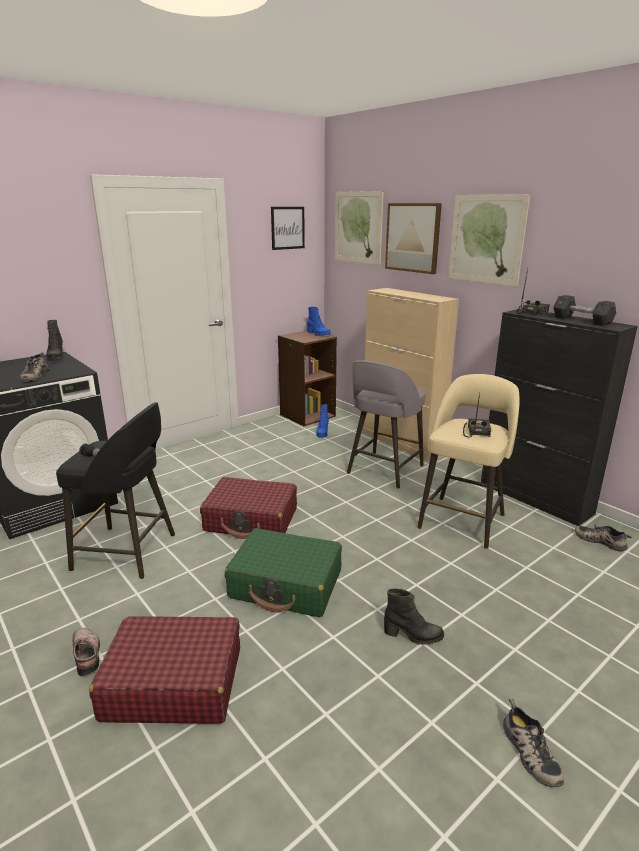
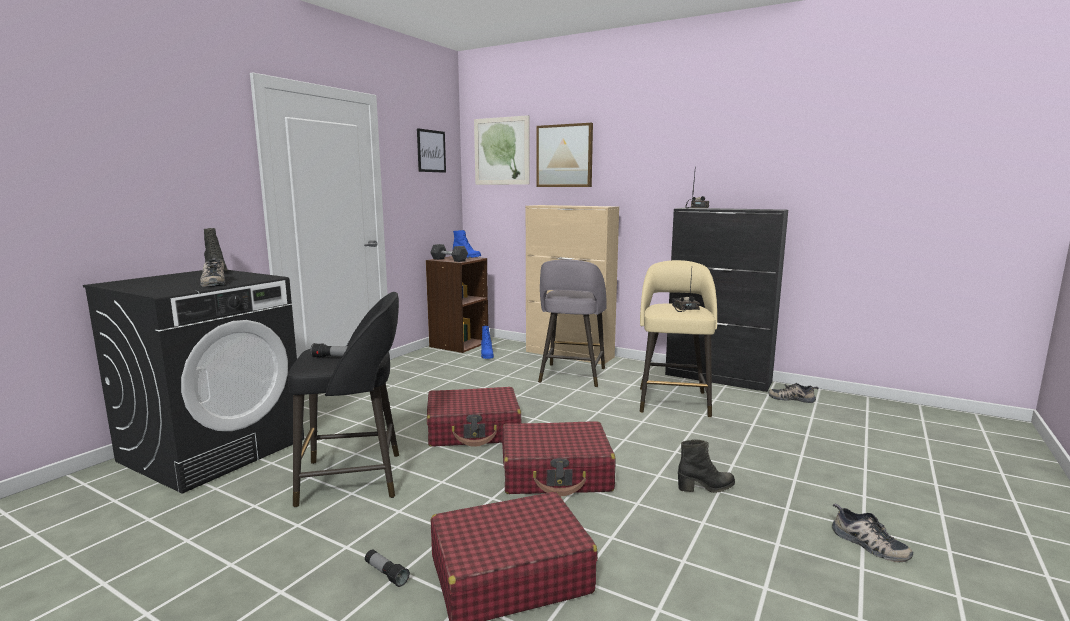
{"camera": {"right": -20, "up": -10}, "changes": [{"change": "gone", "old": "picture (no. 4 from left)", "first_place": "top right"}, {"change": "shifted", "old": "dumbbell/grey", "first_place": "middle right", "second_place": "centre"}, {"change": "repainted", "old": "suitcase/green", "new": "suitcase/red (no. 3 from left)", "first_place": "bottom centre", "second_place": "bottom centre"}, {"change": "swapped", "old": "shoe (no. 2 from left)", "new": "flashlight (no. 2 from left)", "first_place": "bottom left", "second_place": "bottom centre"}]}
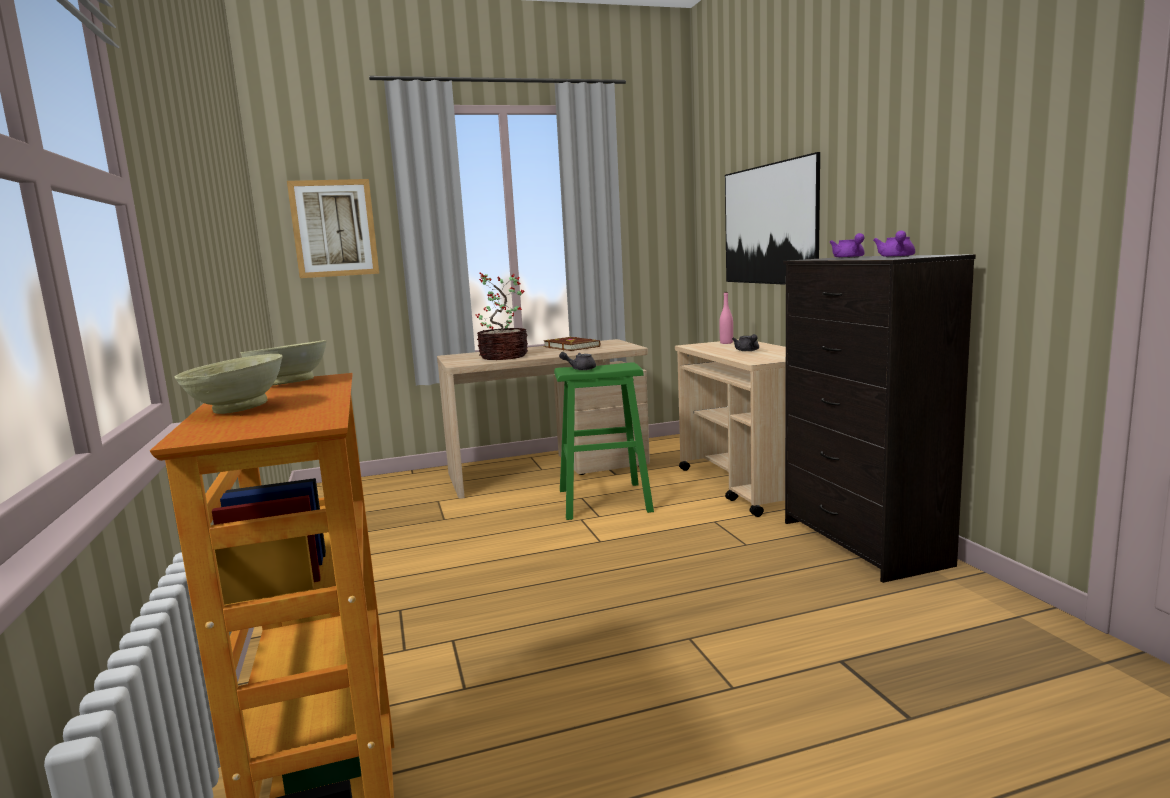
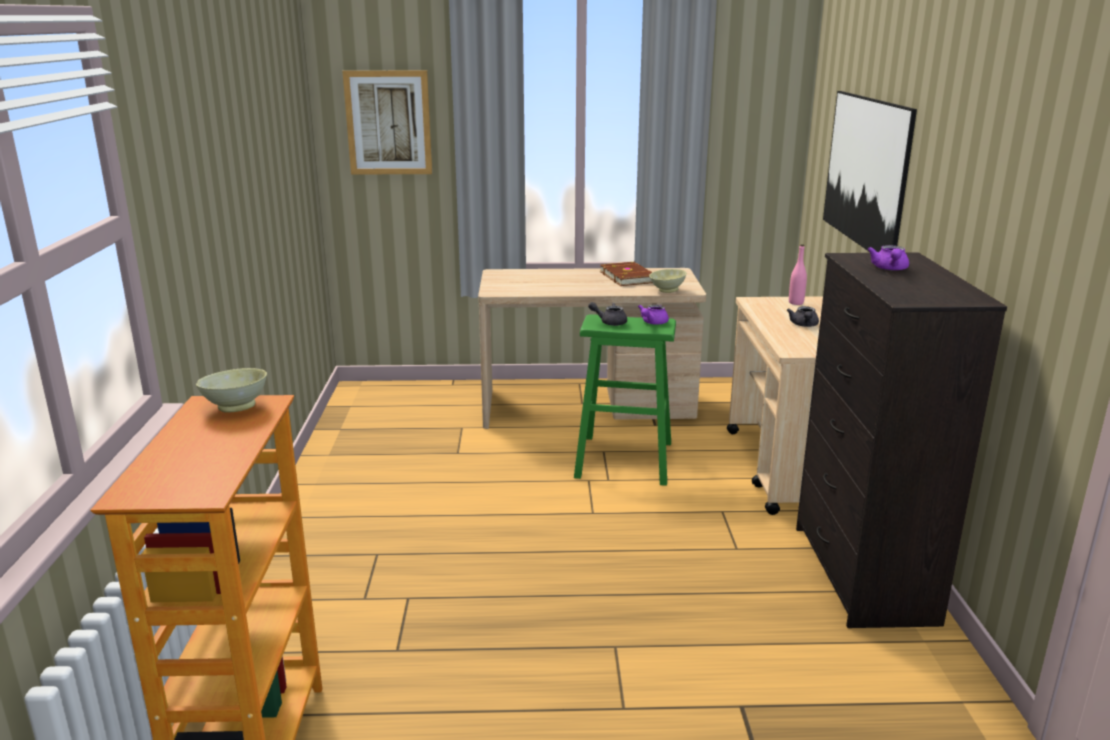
{"camera": {"right": 15, "up": 10}, "changes": [{"change": "shifted", "old": "teapot/purple (no. 2 from left in the first image)", "new": "teapot/purple (no. 1 from left)", "first_place": "top right", "second_place": "centre"}, {"change": "gone", "old": "potted plant", "first_place": "centre"}, {"change": "shifted", "old": "bowl/beige (no. 1 from left in the first image)", "new": "bowl/beige (no. 2 from left)", "first_place": "middle left", "second_place": "centre"}]}
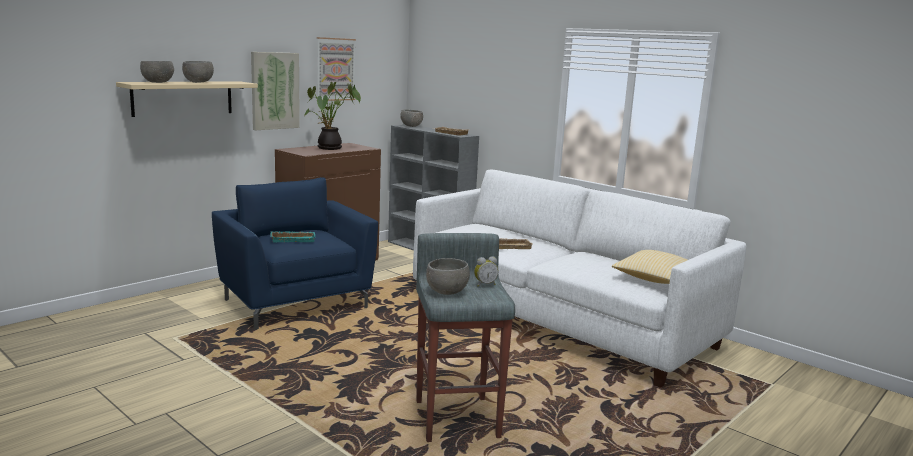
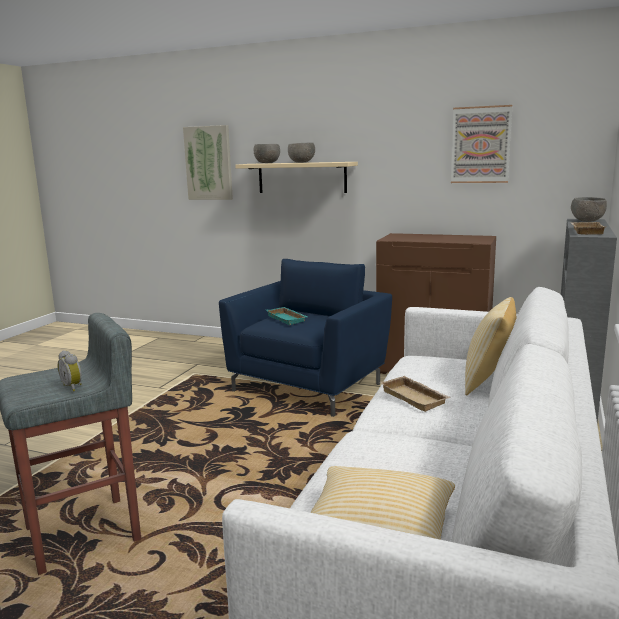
{"camera": {"right": 70, "up": 0}, "changes": [{"change": "shifted", "old": "picture (no. 1 from left)", "first_place": "top left", "second_place": "top centre"}, {"change": "gone", "old": "potted plant", "first_place": "top centre"}, {"change": "gone", "old": "bowl/grey (no. 4 from left)", "first_place": "centre"}, {"change": "new", "new": "pillow (no. 2 from left)", "second_place": "middle right"}]}
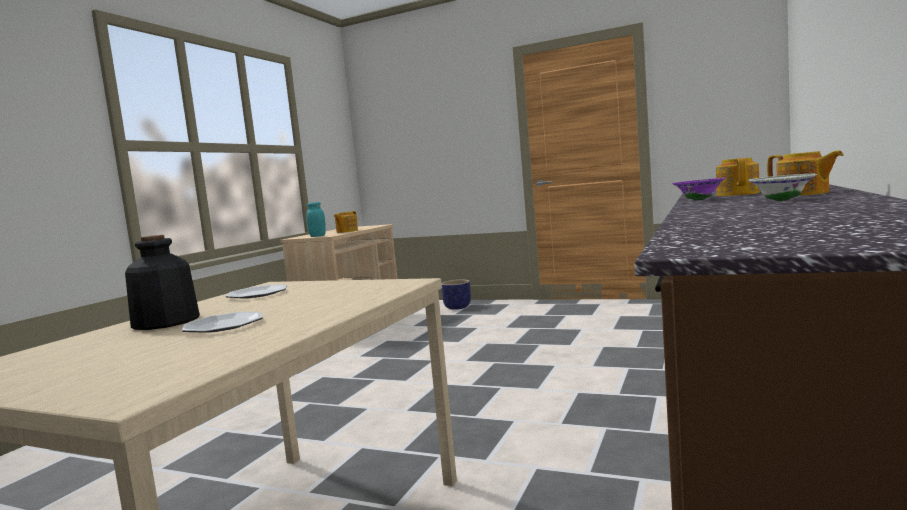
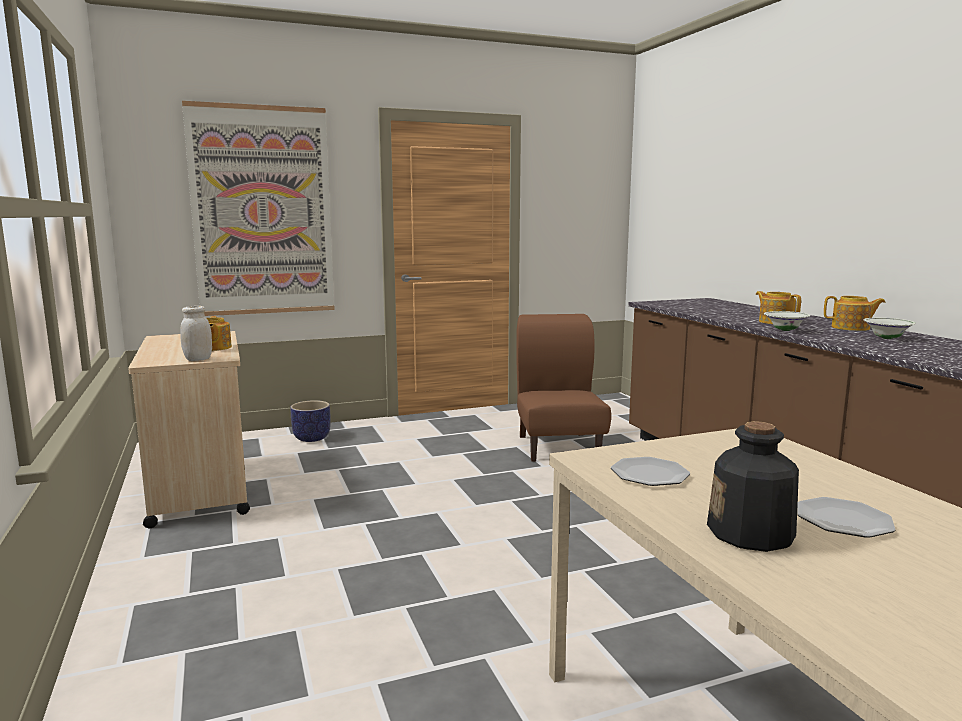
{"camera": {"right": -45, "up": 5}, "changes": [{"change": "repainted", "old": "bowl/purple", "new": "bowl/white (no. 1 from left)", "first_place": "middle right", "second_place": "middle right"}, {"change": "repainted", "old": "jar/turquoise", "new": "jar/white", "first_place": "centre", "second_place": "middle left"}, {"change": "new", "new": "picture", "second_place": "top left"}, {"change": "new", "new": "chair/brown", "second_place": "centre"}]}
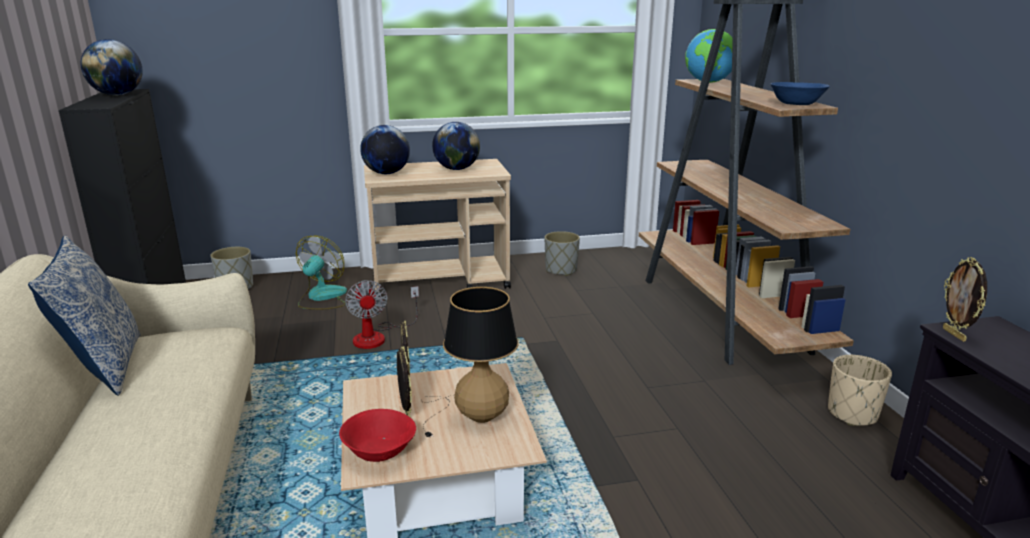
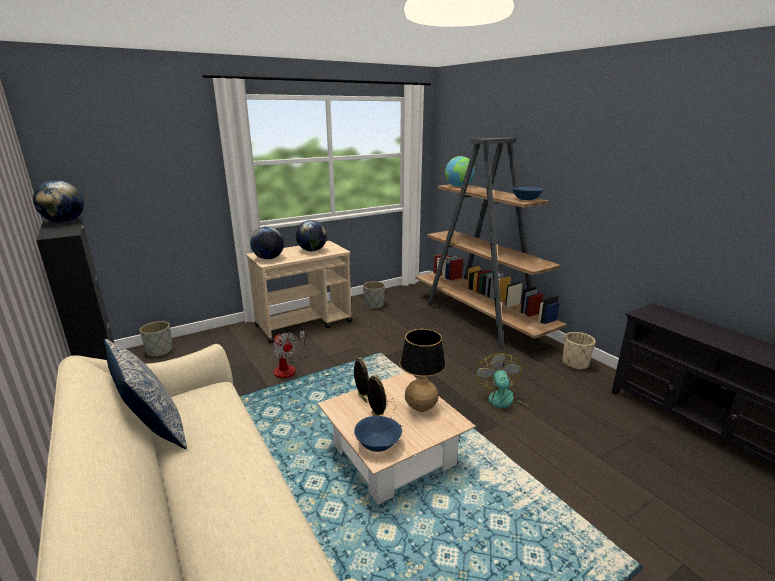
{"camera": {"right": -20, "up": 0}, "changes": [{"change": "shifted", "old": "fan (no. 1 from left in the first image)", "new": "fan (no. 2 from left)", "first_place": "middle left", "second_place": "centre"}, {"change": "gone", "old": "picture frame (no. 3 from left)", "first_place": "middle right"}, {"change": "repainted", "old": "bowl/red", "new": "bowl/blue (no. 1 from left)", "first_place": "bottom centre", "second_place": "bottom centre"}]}
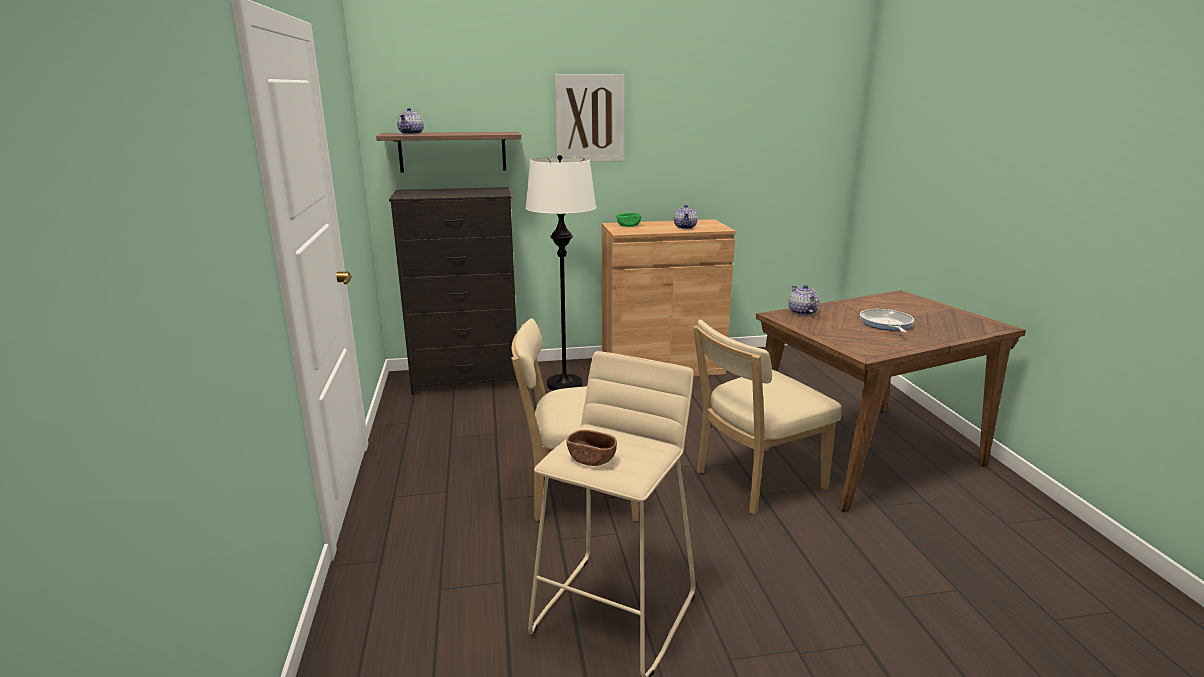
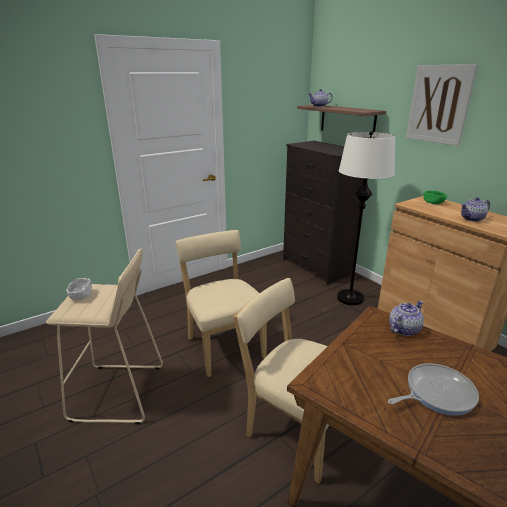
{"camera": {"right": 65, "up": 5}, "changes": [{"change": "repainted", "old": "bowl/brown", "new": "bowl/white", "first_place": "centre", "second_place": "middle left"}]}
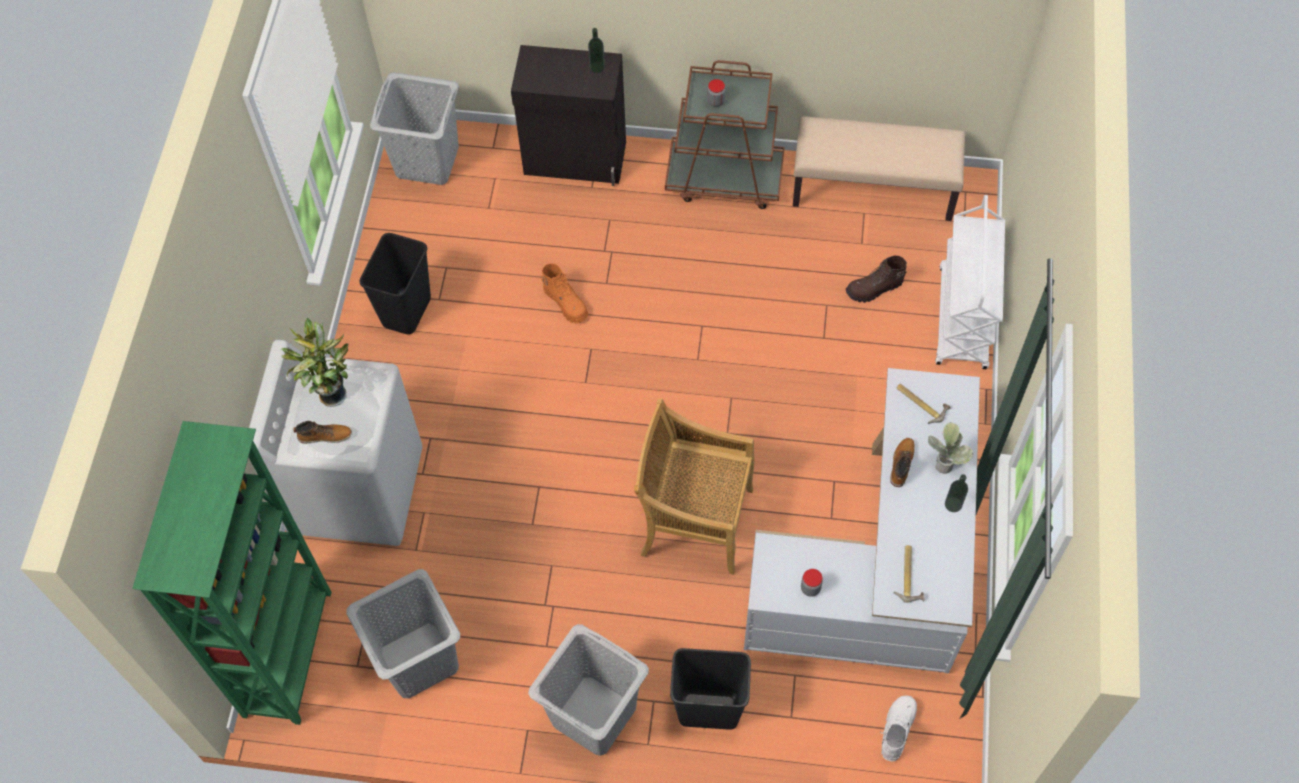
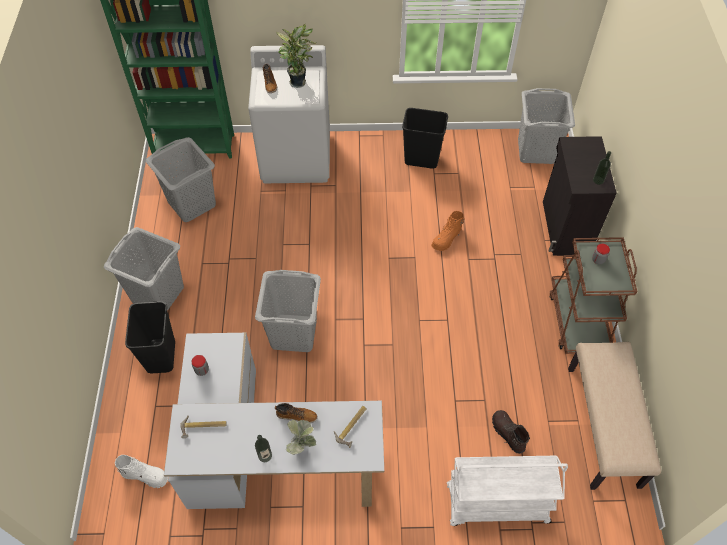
{"camera": {"right": 80, "up": -5}, "changes": [{"change": "swapped", "old": "chair/beige", "new": "laundry basket/grey (no. 3 from left)", "first_place": "centre", "second_place": "centre"}]}
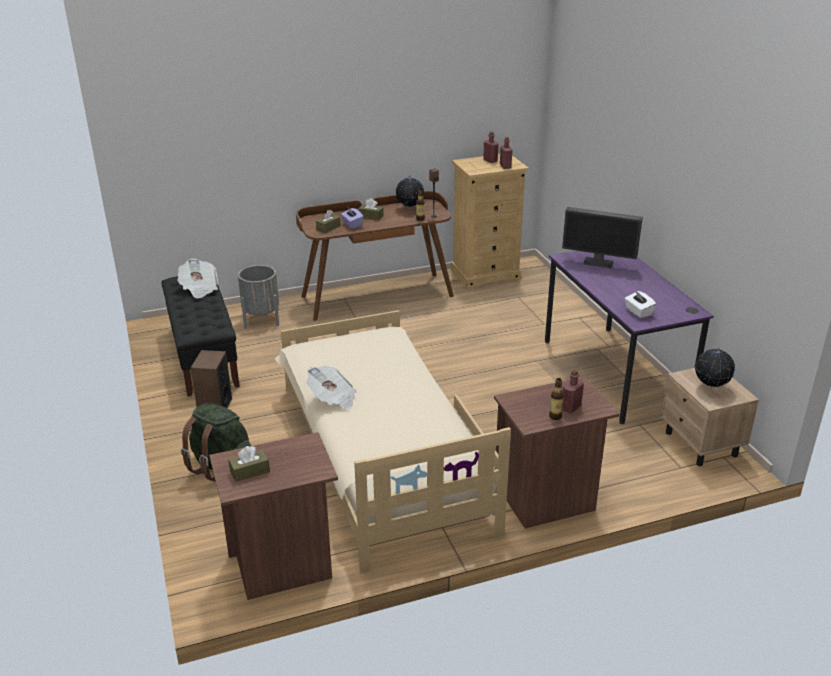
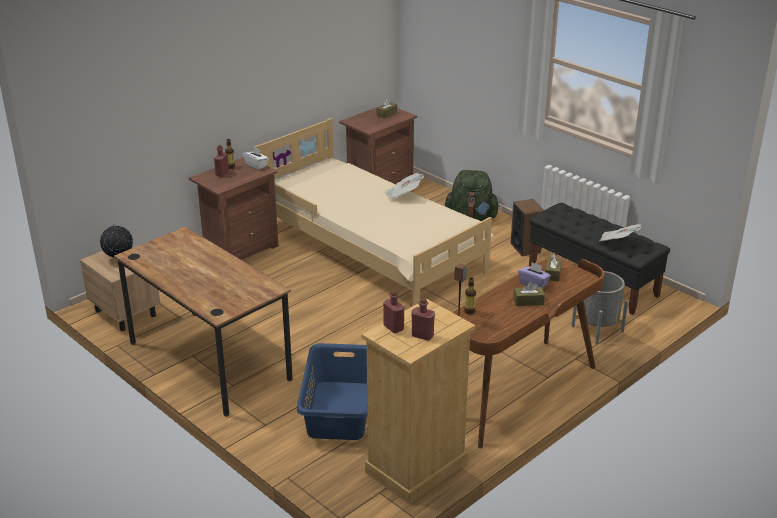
{"camera": {"right": 155, "up": 0}, "changes": [{"change": "gone", "old": "globe (no. 1 from left)", "first_place": "top centre"}, {"change": "gone", "old": "monitor", "first_place": "middle right"}, {"change": "repainted", "old": "desk/purple", "new": "desk/brown (no. 1 from left)", "first_place": "middle right", "second_place": "middle left"}, {"change": "shifted", "old": "tissue box/white", "first_place": "middle right", "second_place": "top left"}, {"change": "new", "new": "laundry basket/blue", "second_place": "bottom centre"}]}
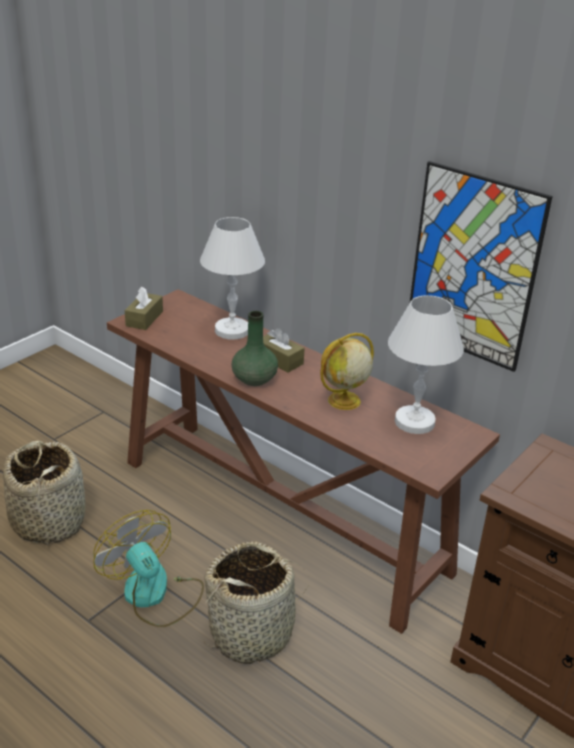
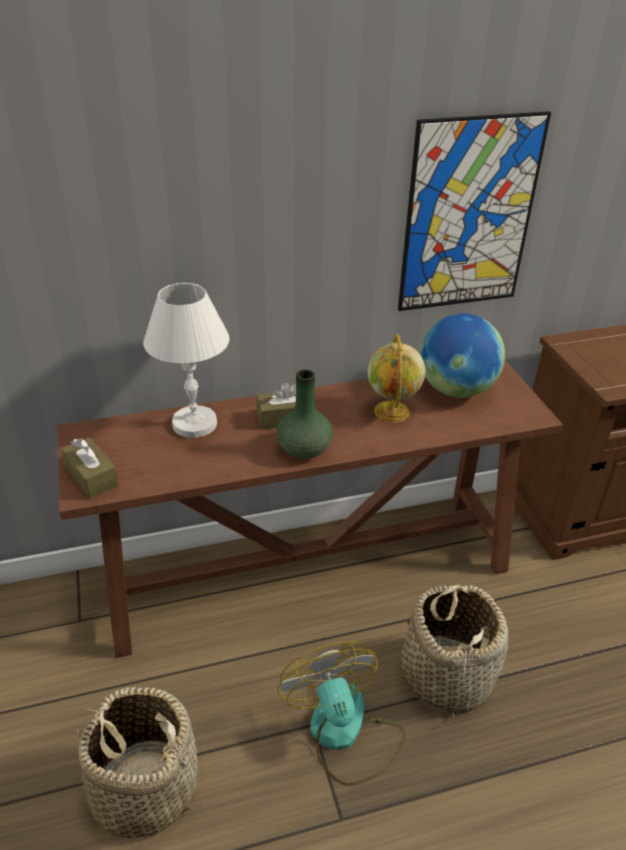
{"camera": {"right": -55, "up": 5}, "changes": [{"change": "swapped", "old": "table lamp/white (no. 2 from left)", "new": "globe (no. 2 from left)", "first_place": "middle right", "second_place": "middle right"}, {"change": "rotated", "old": "fan", "first_place": "bottom left", "second_place": "bottom centre", "degrees": 75}]}
